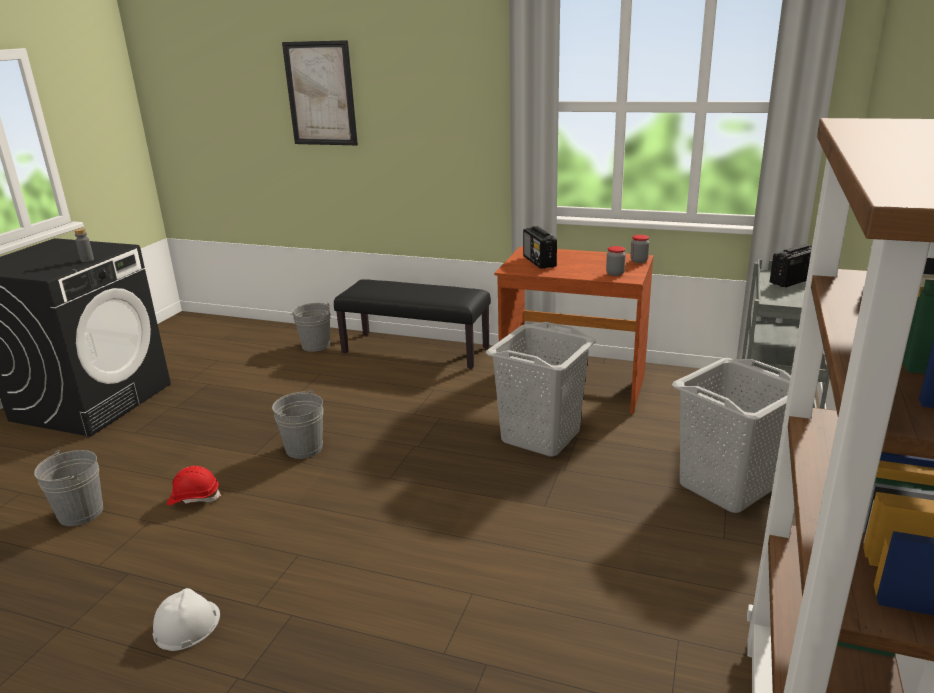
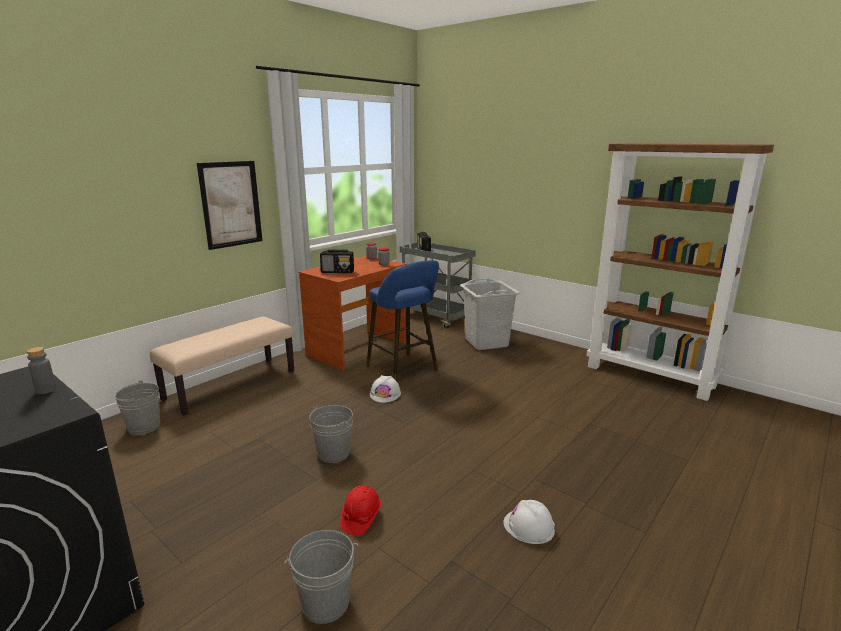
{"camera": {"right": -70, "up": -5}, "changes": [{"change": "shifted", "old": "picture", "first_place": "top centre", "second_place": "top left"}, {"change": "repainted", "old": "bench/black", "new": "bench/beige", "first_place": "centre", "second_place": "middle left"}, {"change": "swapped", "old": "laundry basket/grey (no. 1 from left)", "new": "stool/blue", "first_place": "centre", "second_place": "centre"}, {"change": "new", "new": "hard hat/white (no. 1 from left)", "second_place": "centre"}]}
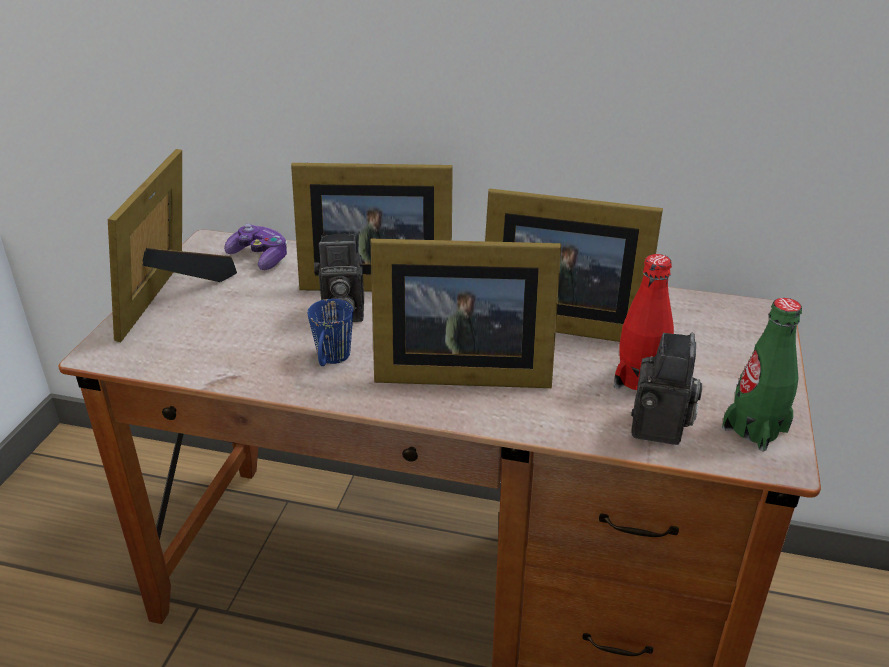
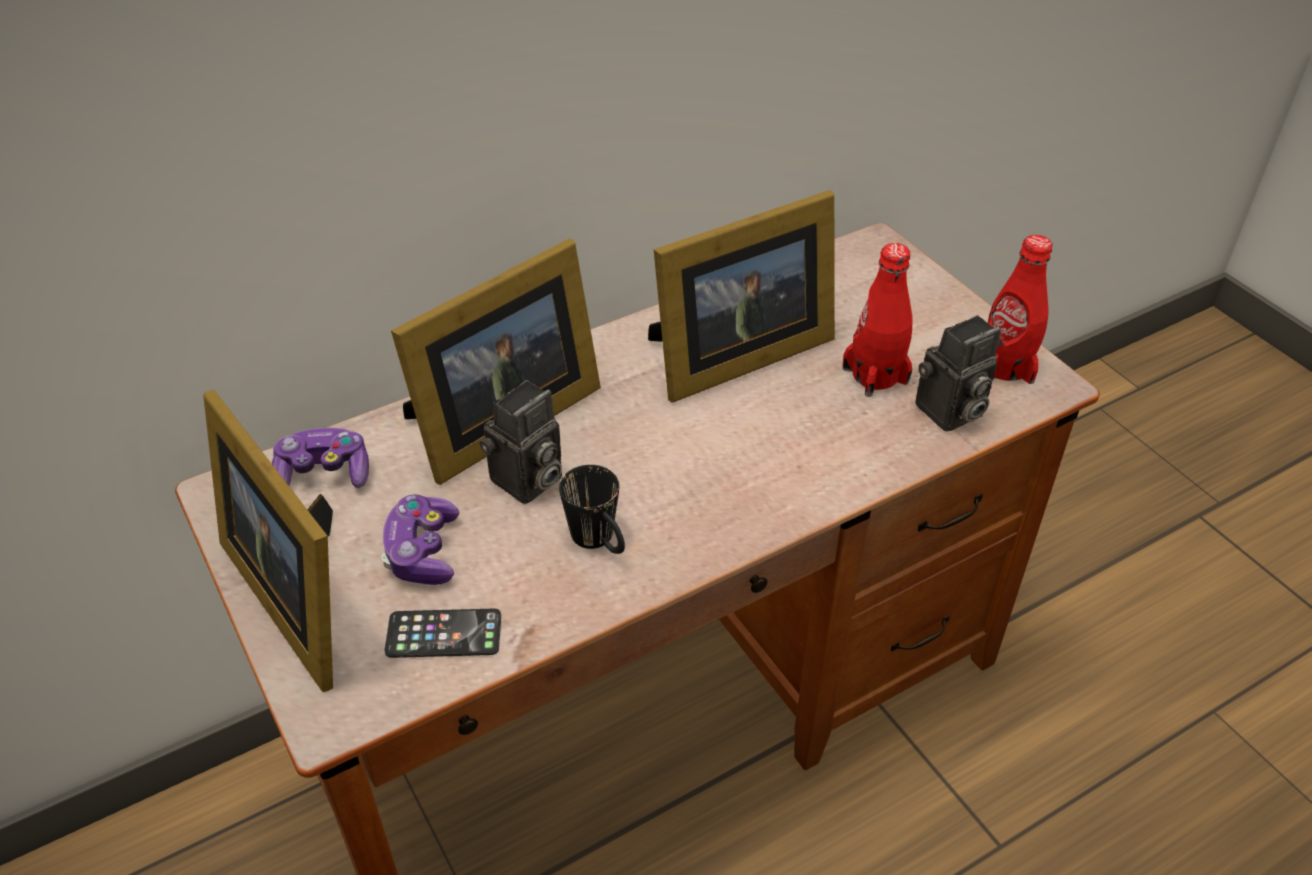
{"camera": {"right": -45, "up": 10}, "changes": [{"change": "gone", "old": "picture frame (no. 3 from left)", "first_place": "centre"}, {"change": "repainted", "old": "bottle/green", "new": "bottle/red (no. 2 from left)", "first_place": "middle right", "second_place": "middle right"}, {"change": "repainted", "old": "mug/blue", "new": "mug/black", "first_place": "centre", "second_place": "centre"}, {"change": "rotated", "old": "photo camera (no. 2 from left)", "first_place": "middle right", "second_place": "middle right", "degrees": 90}, {"change": "new", "new": "game controller (no. 2 from left)", "second_place": "middle left"}, {"change": "new", "new": "phone", "second_place": "bottom centre"}]}
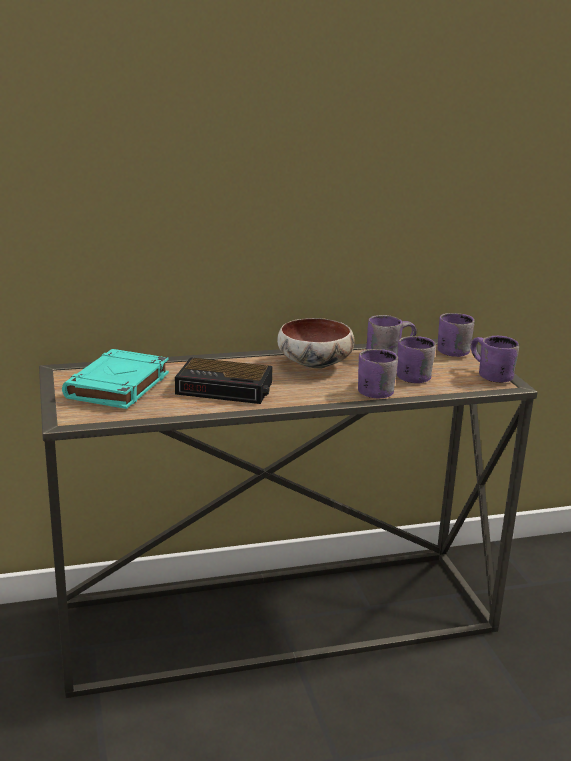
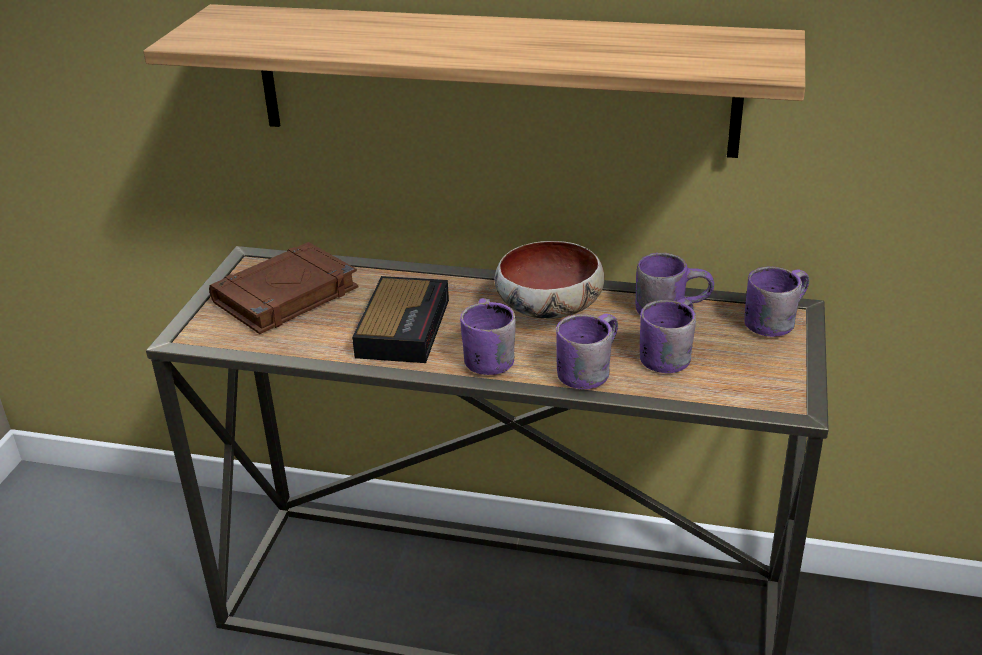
{"camera": {"right": 30, "up": 10}, "changes": [{"change": "shifted", "old": "mug/purple (no. 5 from left in the first image)", "new": "mug/purple (no. 1 from left)", "first_place": "middle right", "second_place": "centre"}, {"change": "repainted", "old": "book/turquoise", "new": "book/brown", "first_place": "middle left", "second_place": "middle left"}, {"change": "rotated", "old": "alarm clock", "first_place": "centre", "second_place": "centre", "degrees": -120}, {"change": "new", "new": "shelf", "second_place": "top centre"}]}
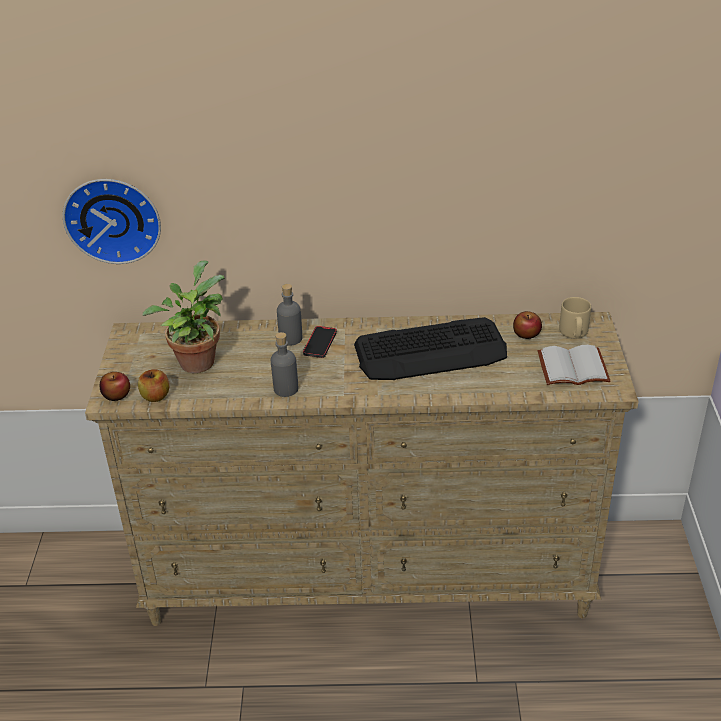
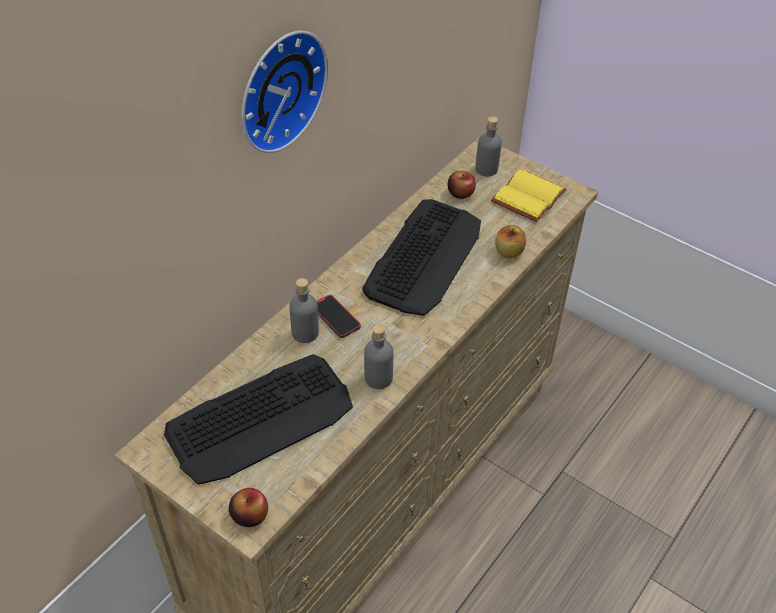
{"camera": {"right": -55, "up": 10}, "changes": [{"change": "shifted", "old": "wall clock", "first_place": "top left", "second_place": "top centre"}, {"change": "swapped", "old": "potted plant", "new": "keyboard (no. 1 from left)", "first_place": "middle left", "second_place": "bottom left"}, {"change": "swapped", "old": "mug/beige", "new": "bottle/grey (no. 3 from left)", "first_place": "middle right", "second_place": "top centre"}, {"change": "repainted", "old": "book/white", "new": "book/yellow", "first_place": "middle right", "second_place": "top right"}, {"change": "shifted", "old": "apple (no. 2 from left in the first image)", "new": "apple (no. 3 from left)", "first_place": "middle left", "second_place": "centre"}]}
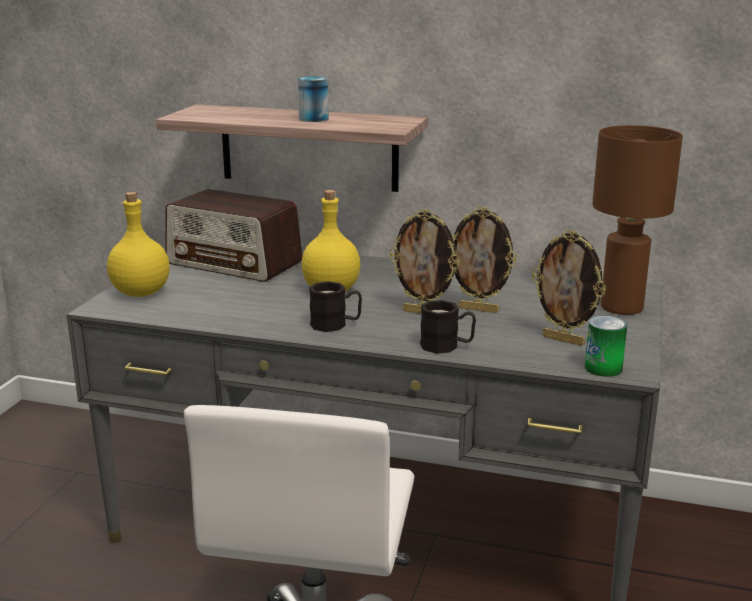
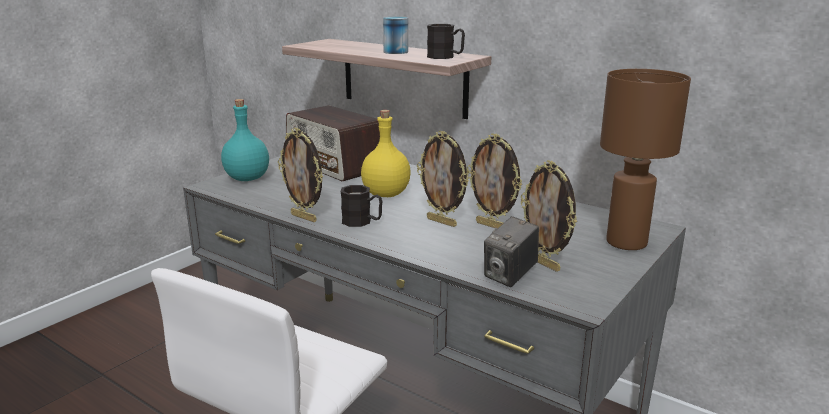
{"camera": {"right": 20, "up": 0}, "changes": [{"change": "repainted", "old": "bottle/yellow (no. 1 from left)", "new": "bottle/turquoise", "first_place": "middle left", "second_place": "middle left"}, {"change": "shifted", "old": "mug/black (no. 2 from left)", "first_place": "centre", "second_place": "top centre"}, {"change": "gone", "old": "can (no. 2 from left)", "first_place": "middle right"}, {"change": "new", "new": "picture frame (no. 1 from left)", "second_place": "centre"}, {"change": "new", "new": "photo camera", "second_place": "centre"}]}
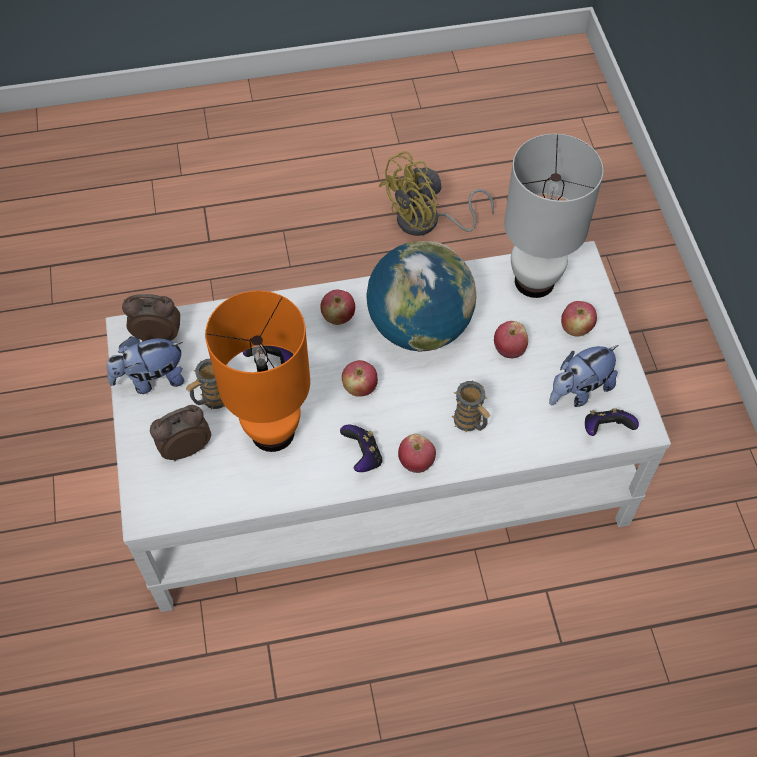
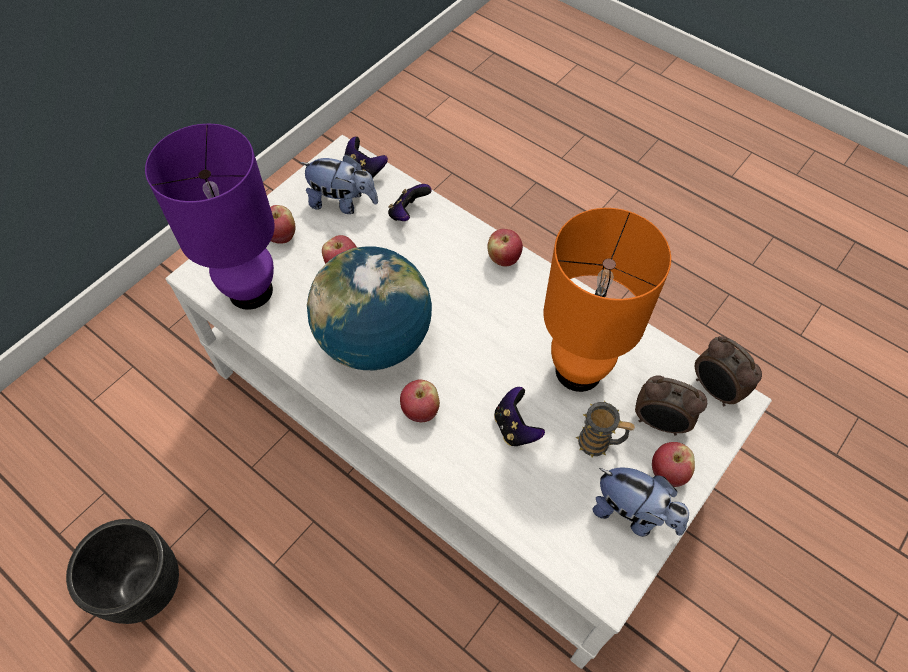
{"camera": {"right": -130, "up": 0}, "changes": [{"change": "repainted", "old": "table lamp/white", "new": "table lamp/purple", "first_place": "top right", "second_place": "top left"}, {"change": "swapped", "old": "fan/yellow", "new": "planter/black", "first_place": "top centre", "second_place": "bottom left"}, {"change": "shifted", "old": "alarm clock (no. 1 from left in the first image)", "new": "alarm clock (no. 2 from left)", "first_place": "middle left", "second_place": "middle right"}, {"change": "shifted", "old": "apple (no. 2 from left in the first image)", "new": "apple (no. 5 from left)", "first_place": "centre", "second_place": "bottom right"}, {"change": "gone", "old": "mug (no. 2 from left)", "first_place": "centre"}, {"change": "shifted", "old": "game controller (no. 2 from left)", "first_place": "centre", "second_place": "top centre"}]}
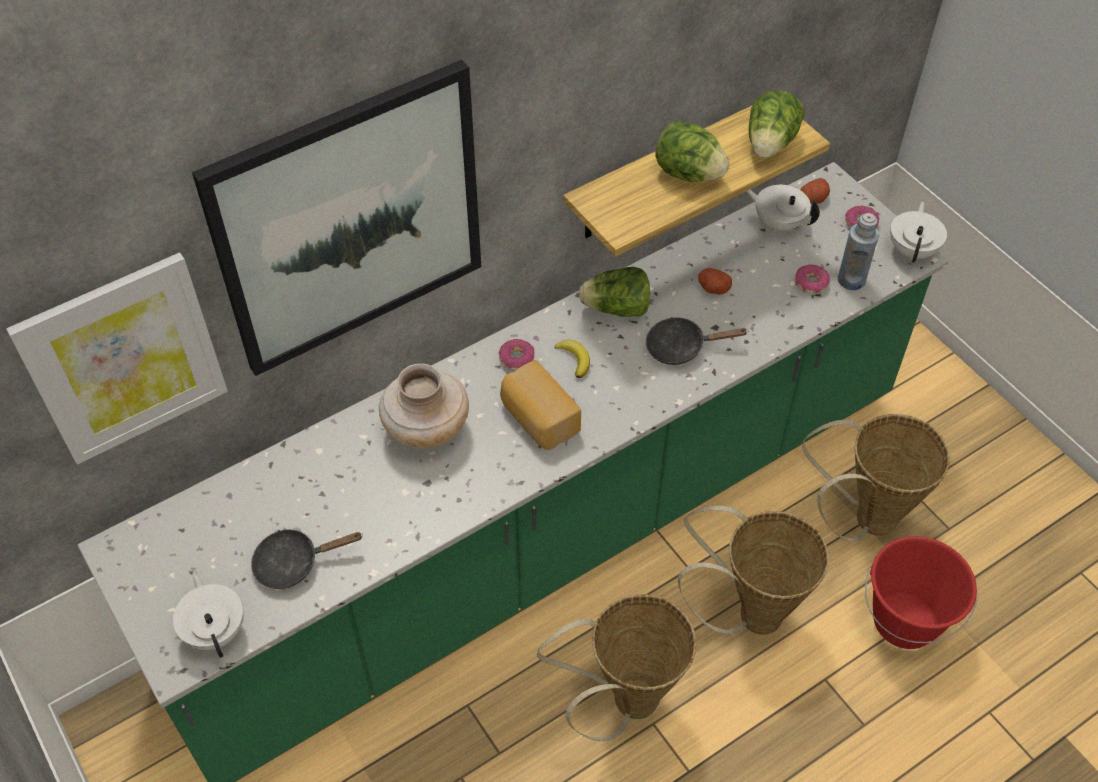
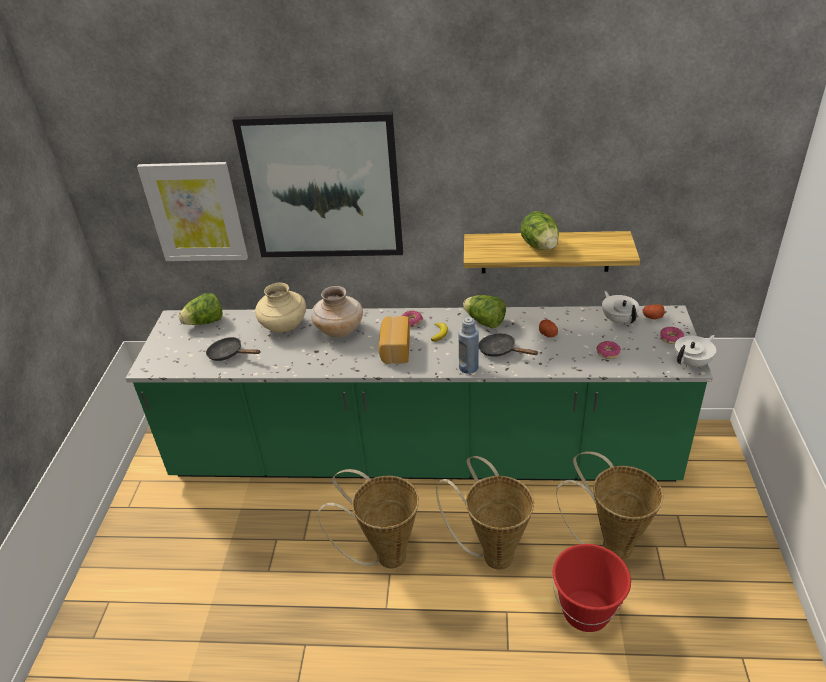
{"camera": {"right": 40, "up": -15}, "changes": [{"change": "shifted", "old": "lettuce (no. 3 from left in the first image)", "new": "lettuce (no. 1 from left)", "first_place": "top right", "second_place": "middle left"}, {"change": "shifted", "old": "bottle/blue", "first_place": "top right", "second_place": "centre"}, {"change": "gone", "old": "teapot/white (no. 1 from left)", "first_place": "bottom left"}, {"change": "new", "new": "vase/beige (no. 1 from left)", "second_place": "centre"}]}
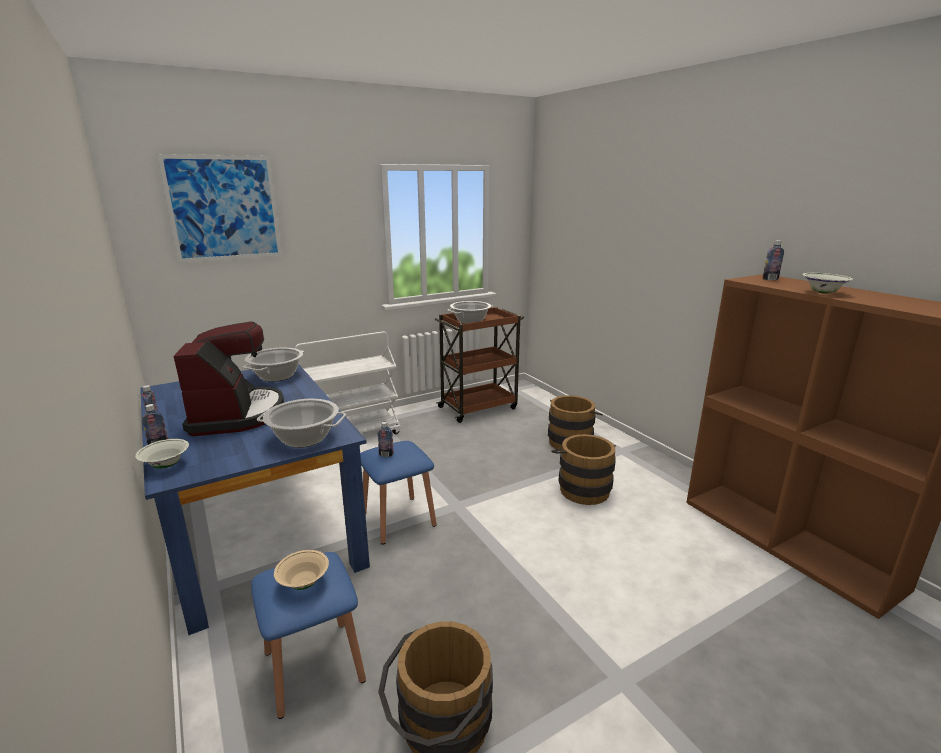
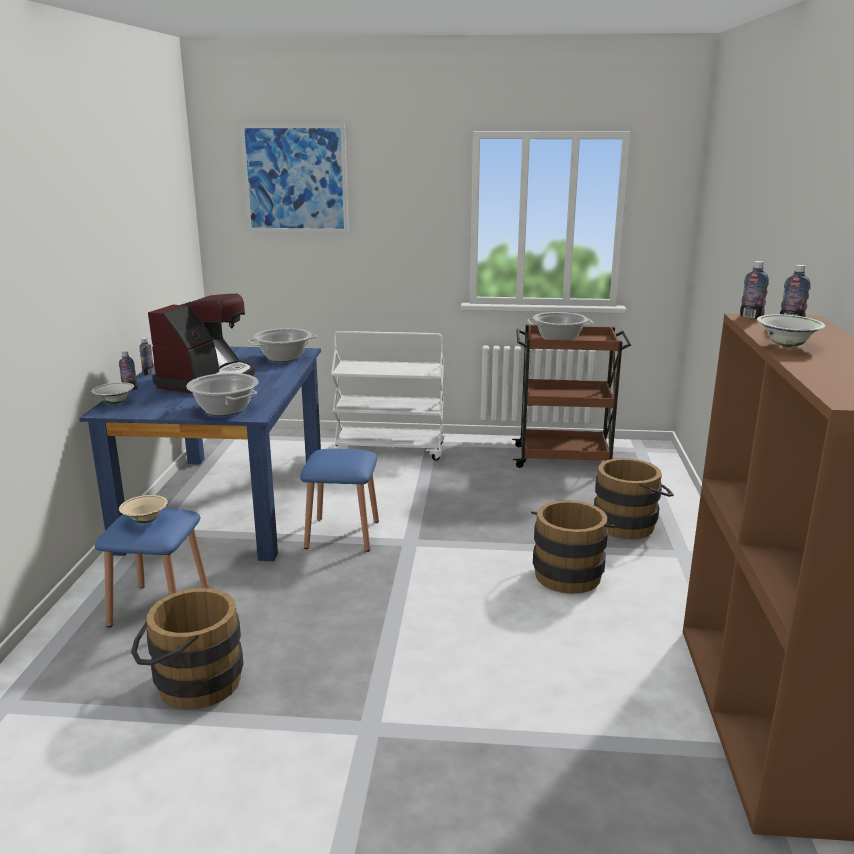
{"camera": {"right": 35, "up": 0}, "changes": [{"change": "shifted", "old": "bottle (no. 3 from left)", "first_place": "centre", "second_place": "middle right"}]}
